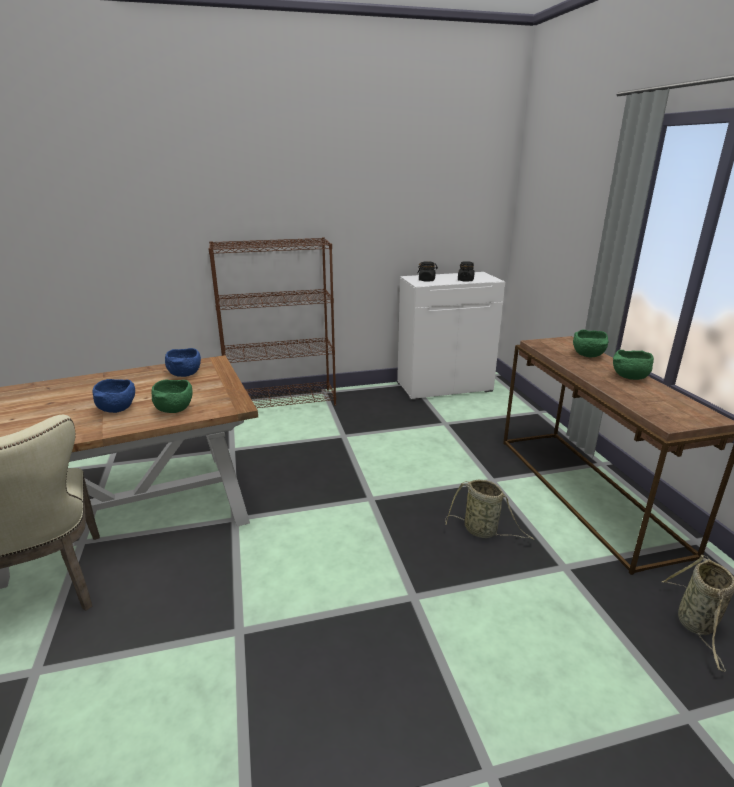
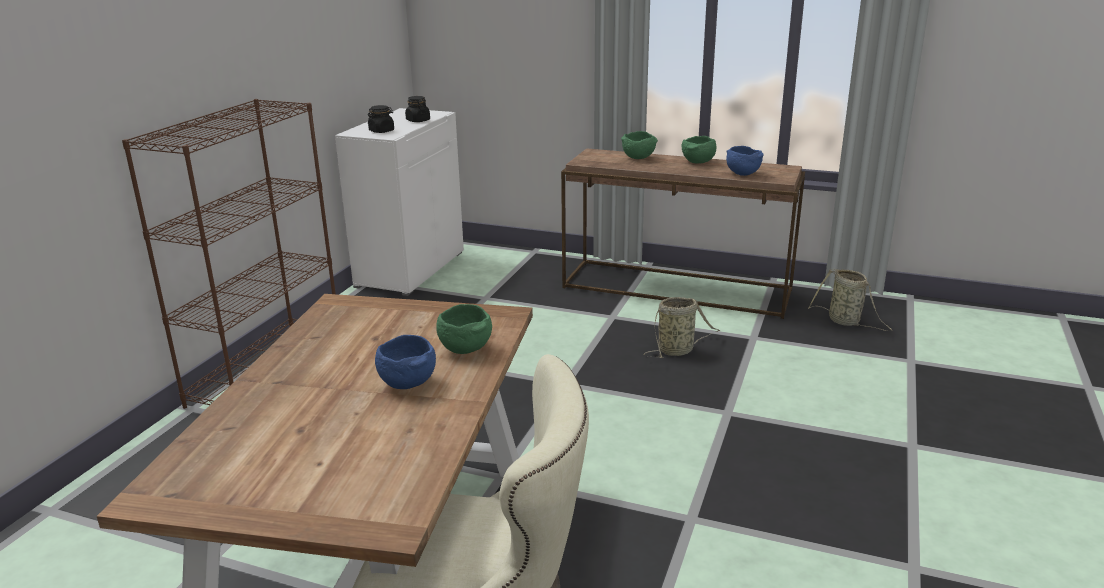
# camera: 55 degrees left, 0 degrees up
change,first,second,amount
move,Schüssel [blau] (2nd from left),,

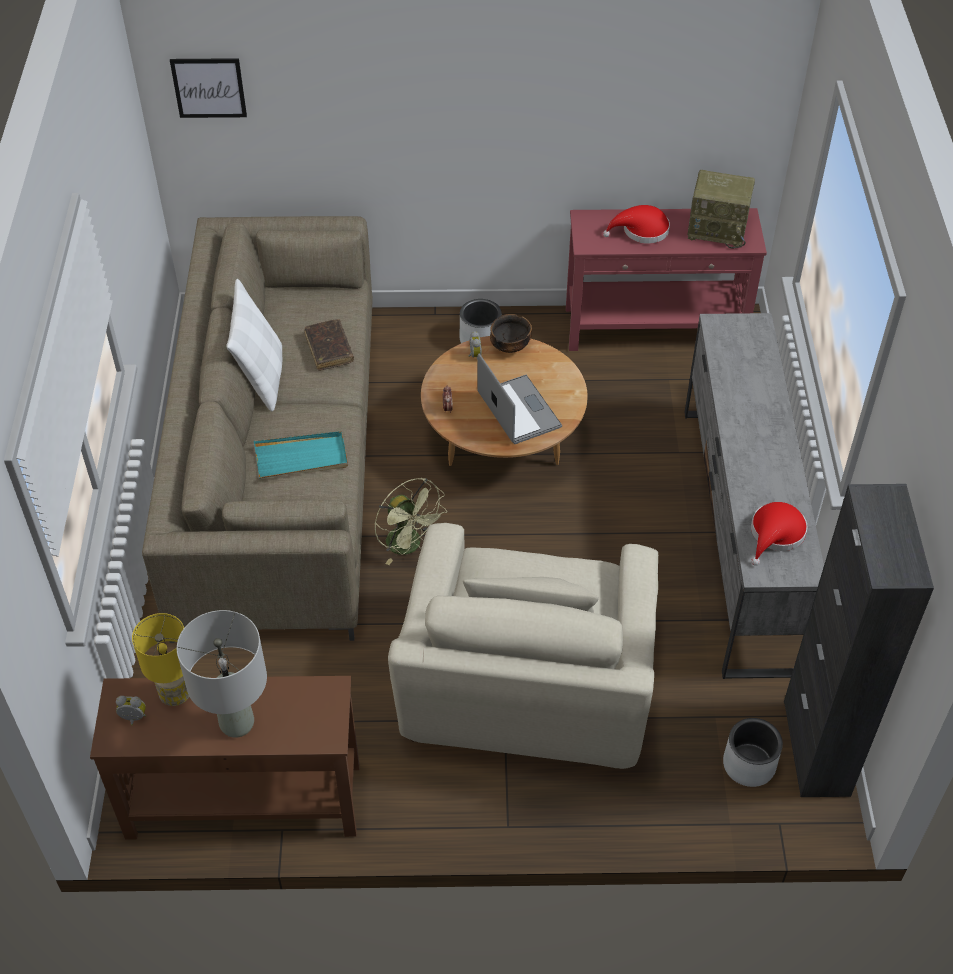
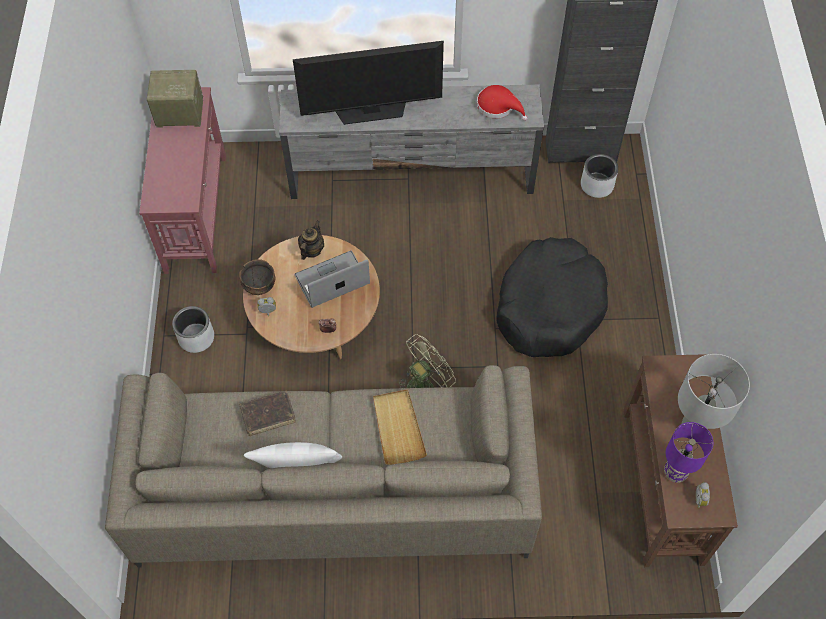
# camera: 90 degrees left, 10 degrees up
change,first,second,amount
delete,Bild,,
rotate,Radio,,105 degrees counterclockwise
delete,Hut [rot] (1st from left),,
recolor,Tablett [türkis],Tablett [beige],
replace,Sessel [beige],Hundebett [schwarz],
recolor,Tischlampe [gelb],Tischlampe [lila],
insert,,Fernseher,
insert,,Teekanne,

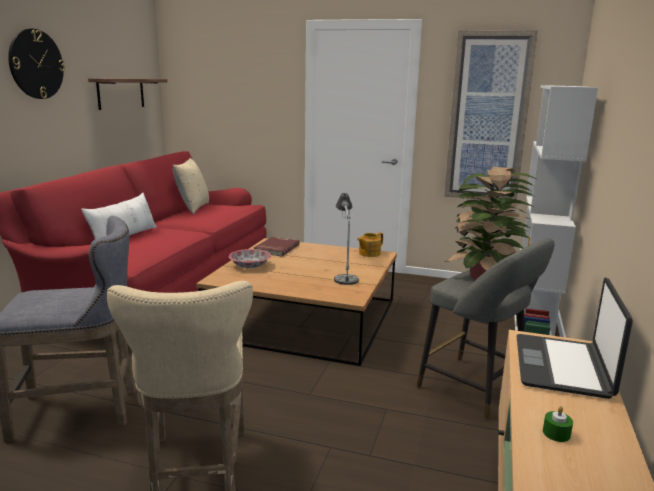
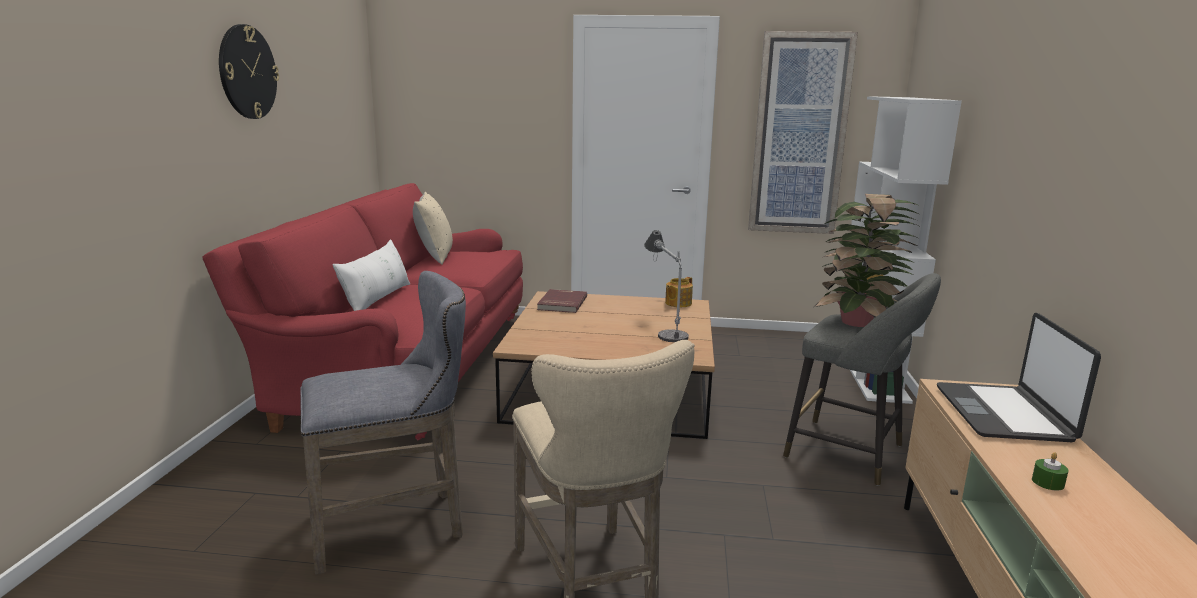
# camera: 10 degrees left, 0 degrees up
change,first,second,amount
delete,Wandregal,,
delete,Schüssel,,

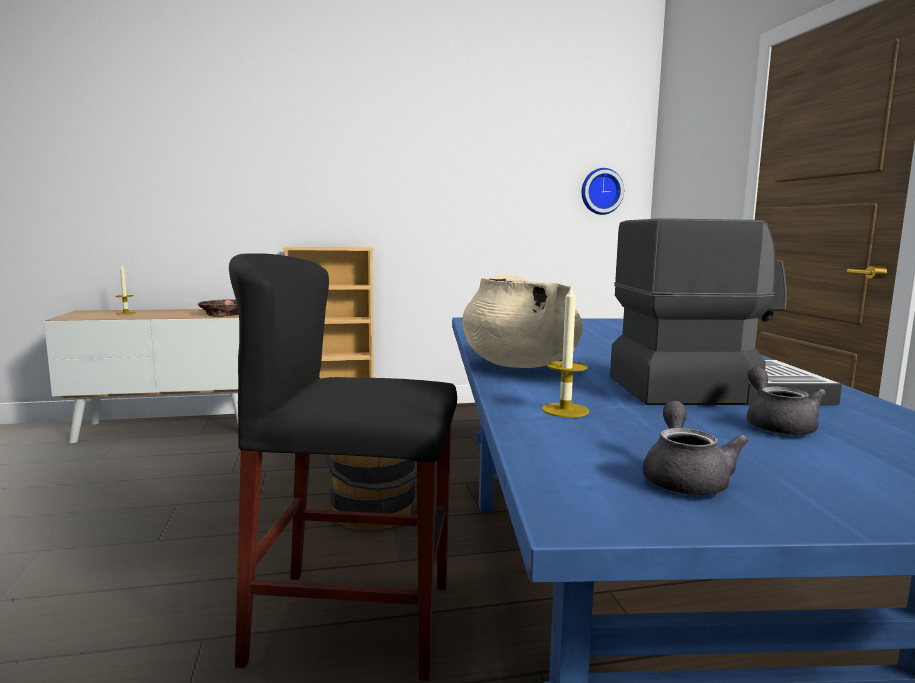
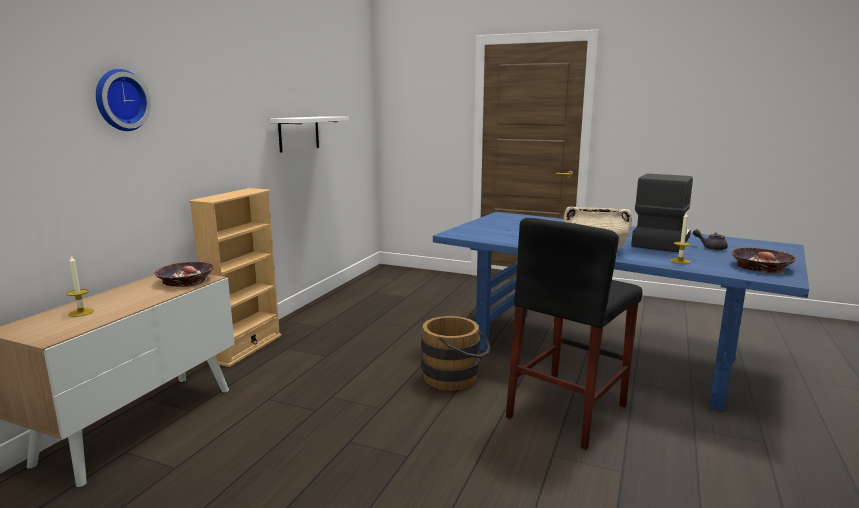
# camera: 55 degrees left, 5 degrees up
change,first,second,amount
move,Wanduhr,,
replace,Teekanne [grau] (1st from left),Schüssel (2nd from left),
insert,,Wandregal [weiß],

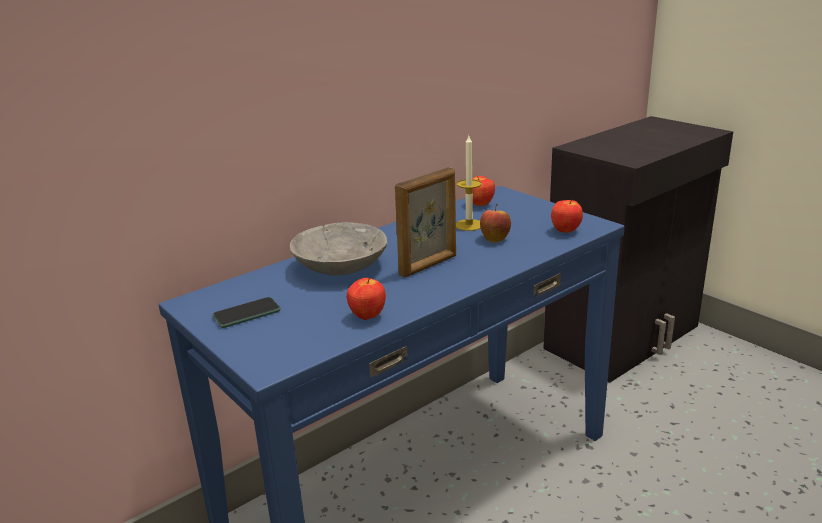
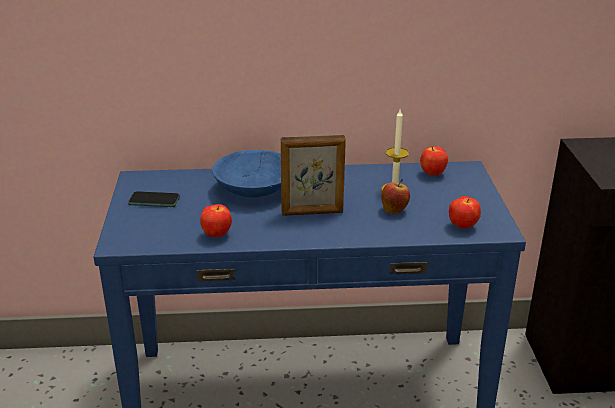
# camera: 35 degrees right, 5 degrees up
change,first,second,amount
recolor,Schüssel [grau],Schüssel [blau],

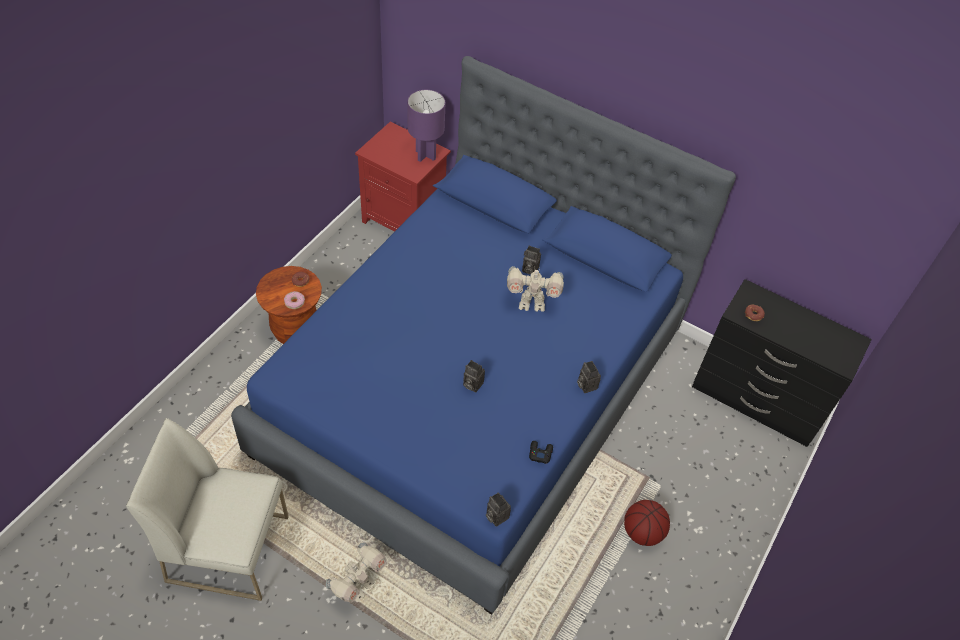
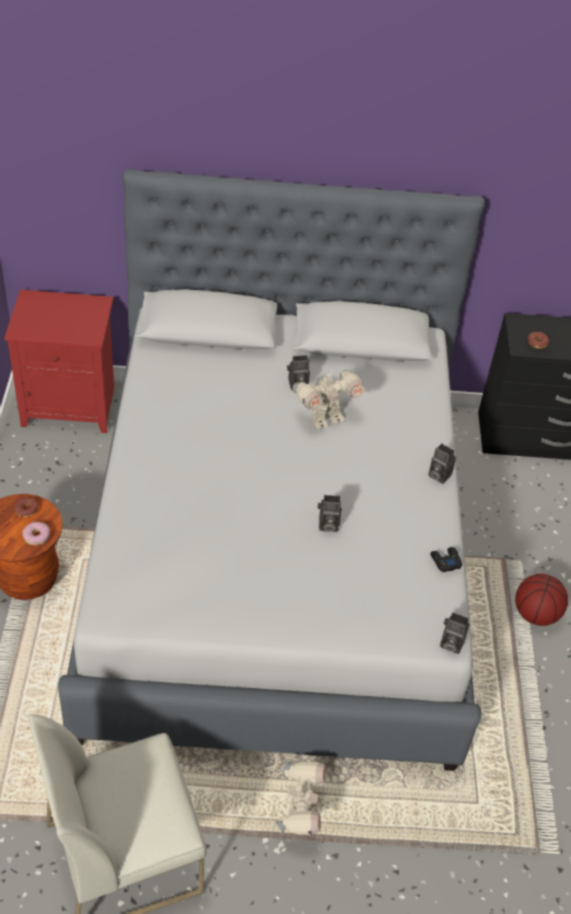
# camera: 30 degrees left, 5 degrees down
change,first,second,amount
recolor,Bett [blau],Bett [grau],
delete,Tischlampe [lila],,

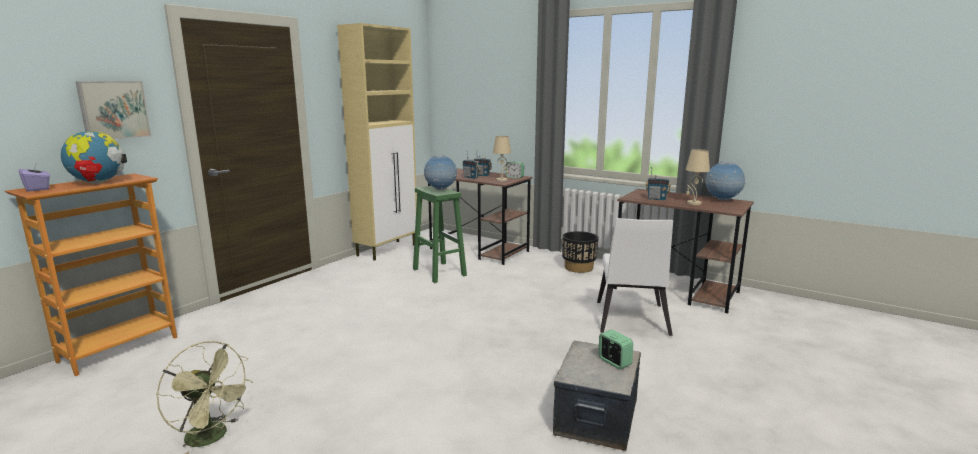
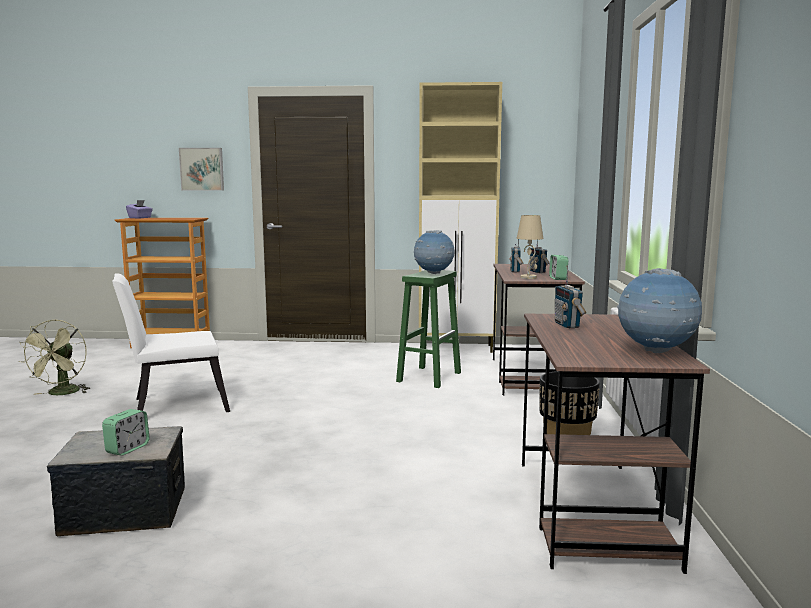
# camera: 60 degrees right, 5 degrees down
change,first,second,amount
delete,Globus (1st from left),,
delete,Tischlampe [beige] (2nd from left),,
move,Stuhl [weiß],,

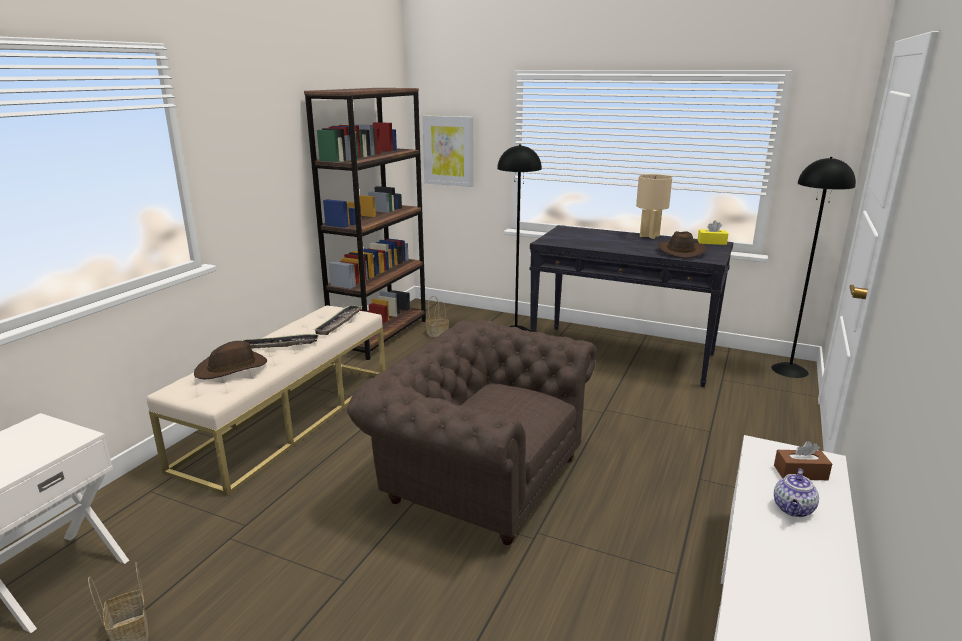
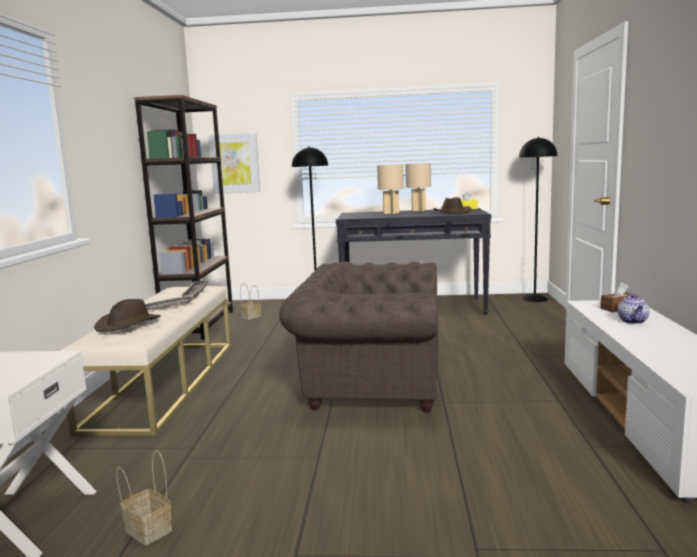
# camera: 20 degrees left, 10 degrees down
change,first,second,amount
insert,,Tischlampe [beige] (1st from left),

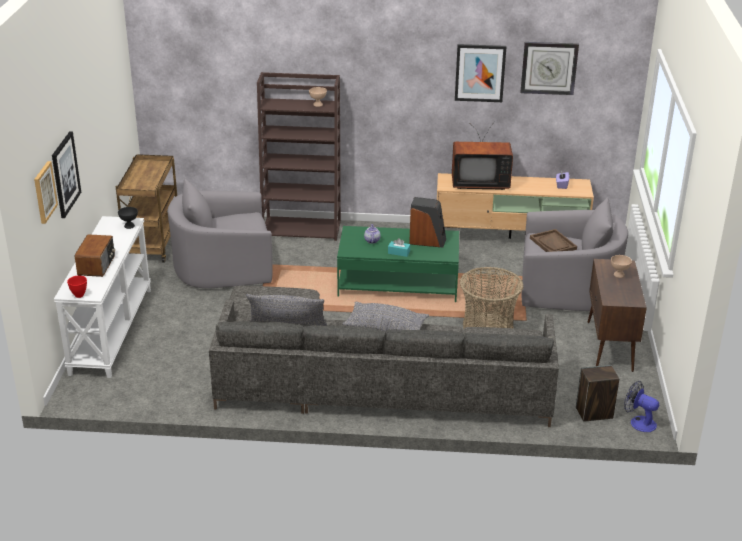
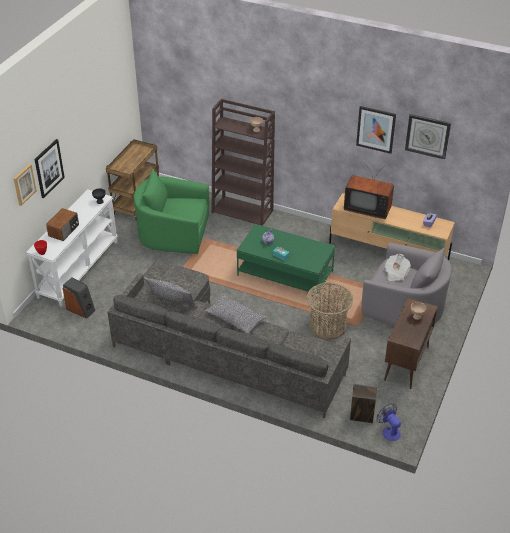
# camera: 20 degrees right, 10 degrees up
change,first,second,amount
recolor,Sessel [grau] (1st from left),Sessel [grün],
move,Lautsprecher (1st from left),,
replace,Tablett [braun],Zeitung,

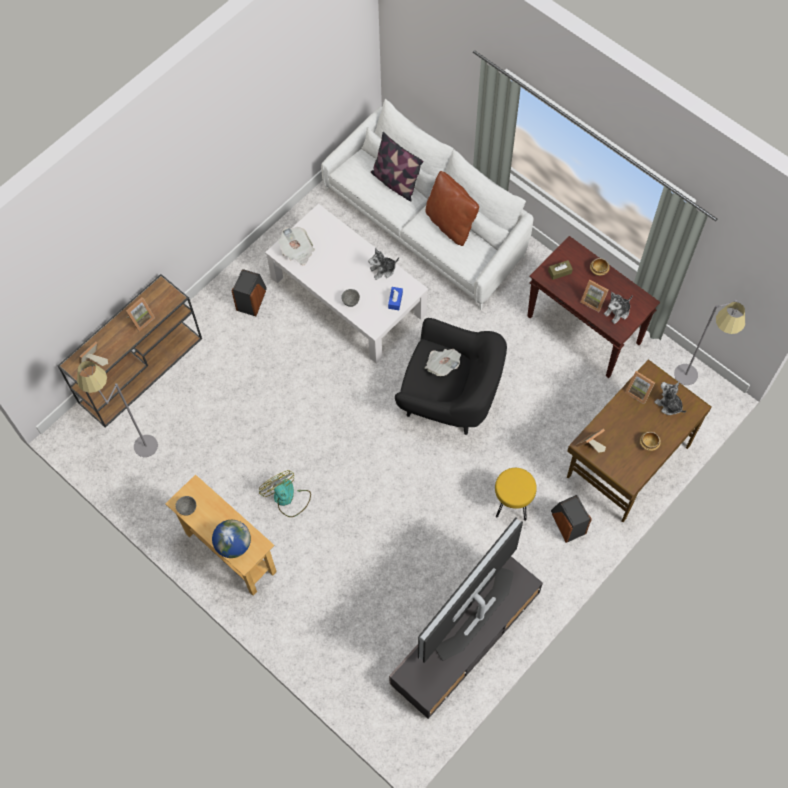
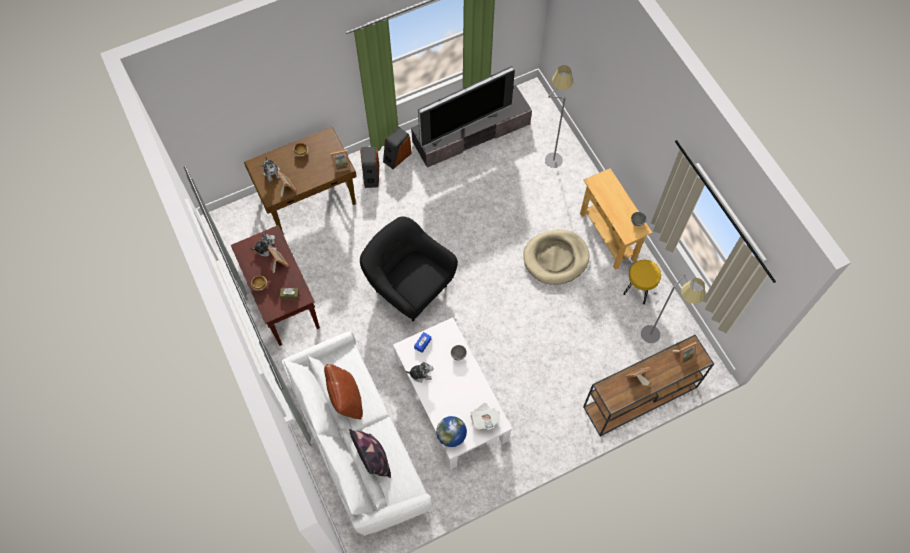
# camera: 160 degrees left, 0 degrees up
change,first,second,amount
move,Lautsprecher (1st from left in the first image),Lautsprecher (2nd from left),
move,Stehlampe [grau] (2nd from left in the first image),Stehlampe [grau] (1st from left),
delete,Zeitung (2nd from left),,
move,Hocker [gelb],,
replace,Ventilator,Hundebett [beige],
move,Globus,,

